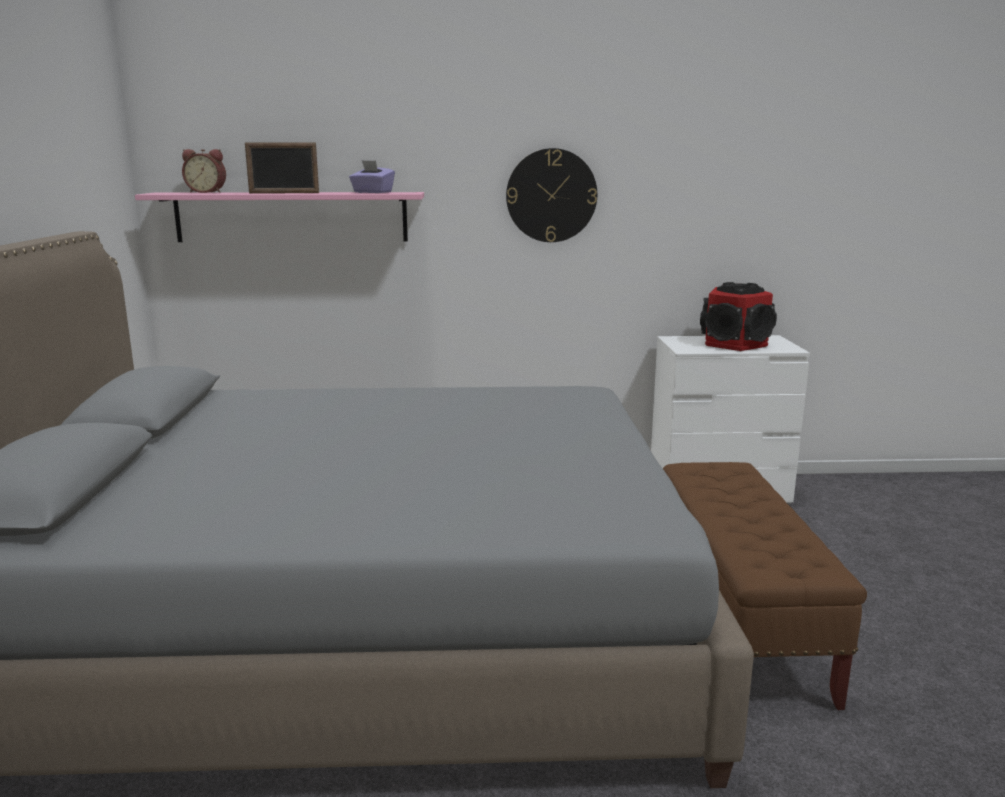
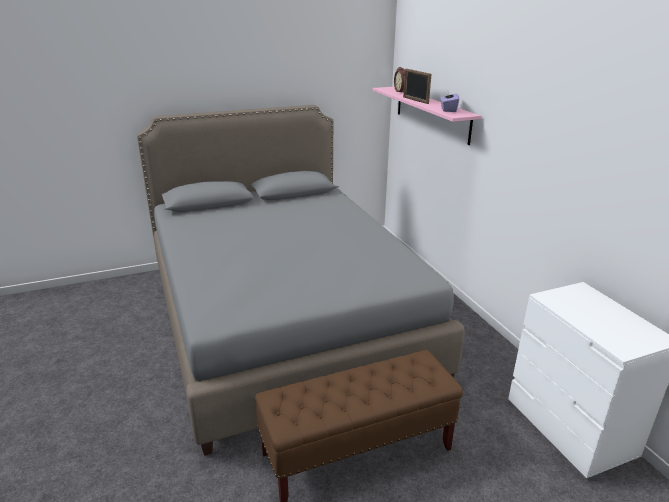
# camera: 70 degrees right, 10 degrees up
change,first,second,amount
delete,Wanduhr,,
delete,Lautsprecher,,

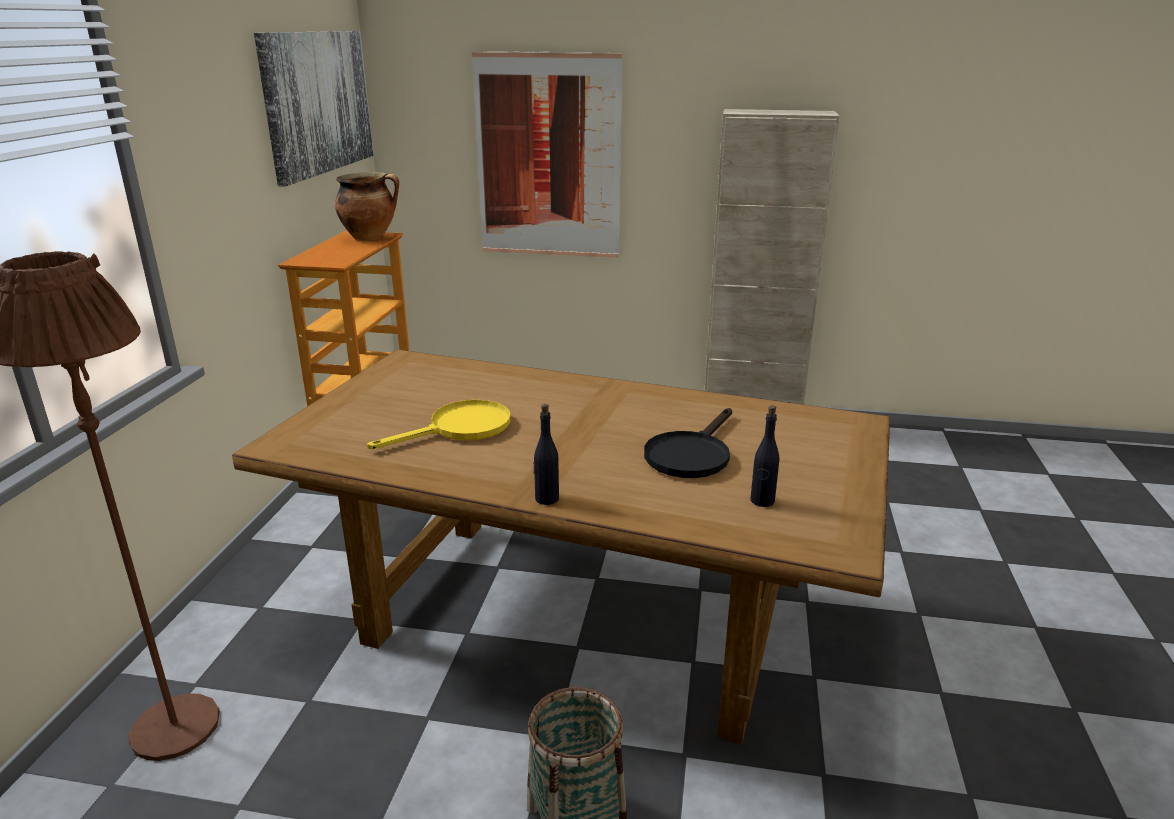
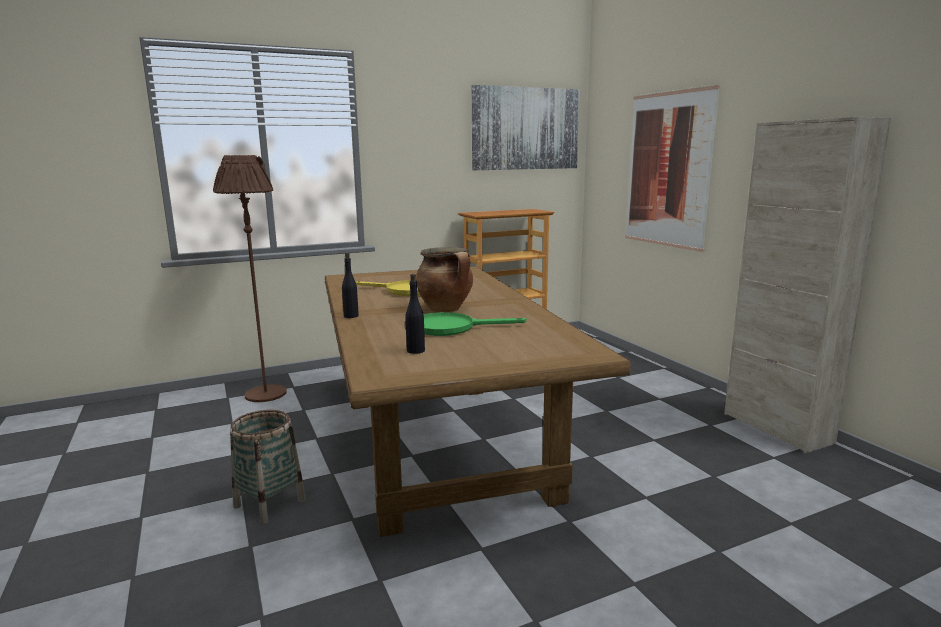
# camera: 55 degrees right, 10 degrees down
change,first,second,amount
move,Kochtopf,,
recolor,Pfanne [schwarz],Pfanne [grün],

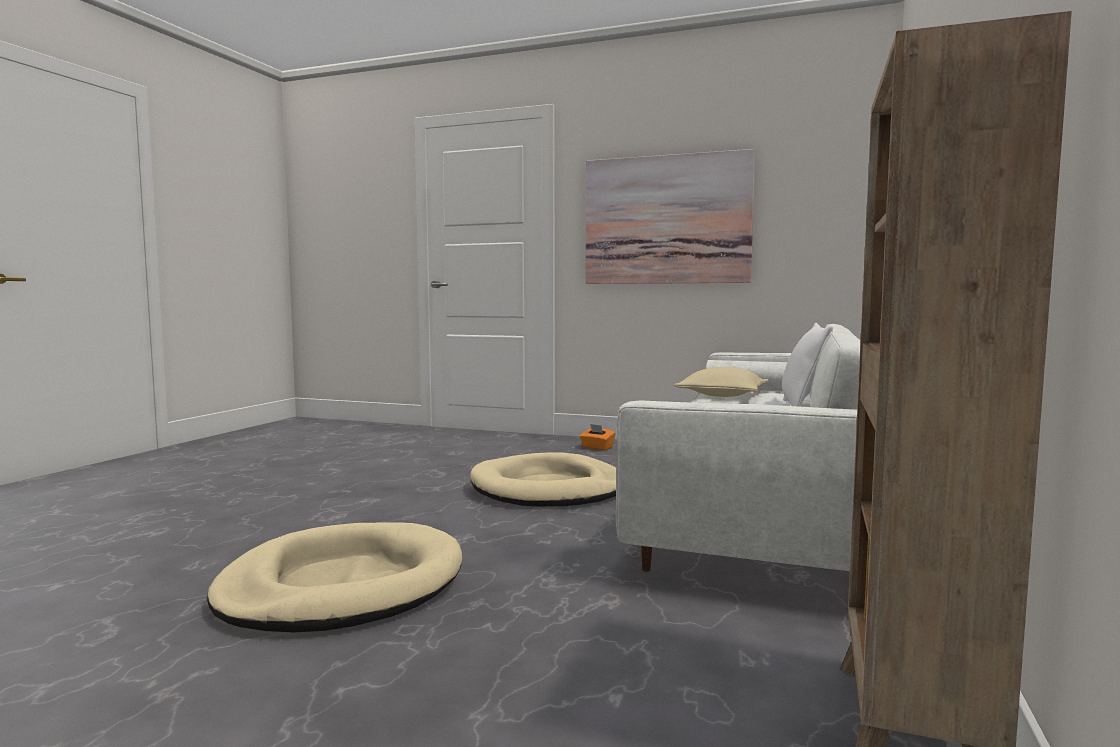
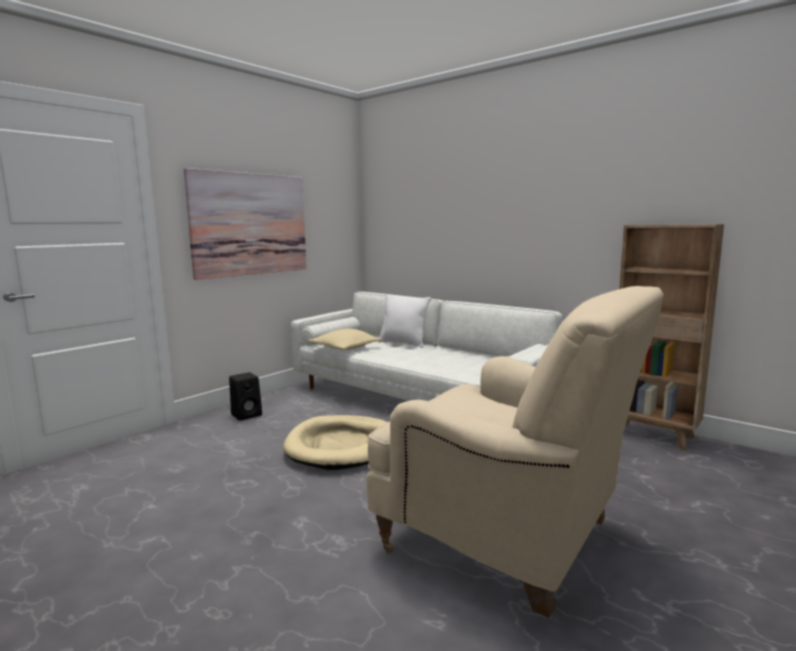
# camera: 70 degrees left, 5 degrees up
change,first,second,amount
replace,Taschentuchbox [orange],Lautsprecher [schwarz],
replace,Hundebett [beige] (1st from left),Sessel [beige],

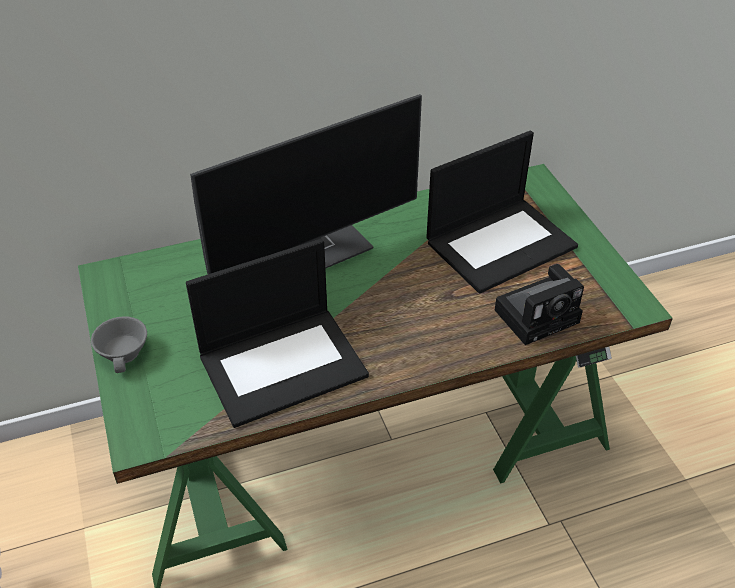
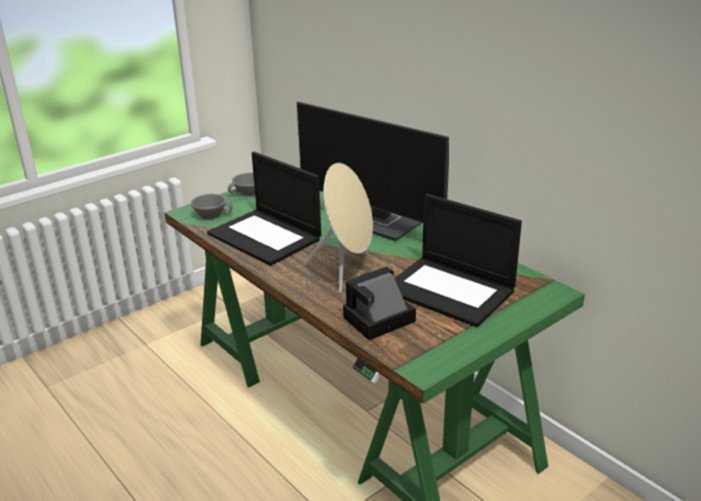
# camera: 70 degrees right, 15 degrees down
change,first,second,amount
rotate,Kamera,,105 degrees clockwise
insert,,Lautsprecher [beige],
insert,,Tasse [grau] (1st from left),

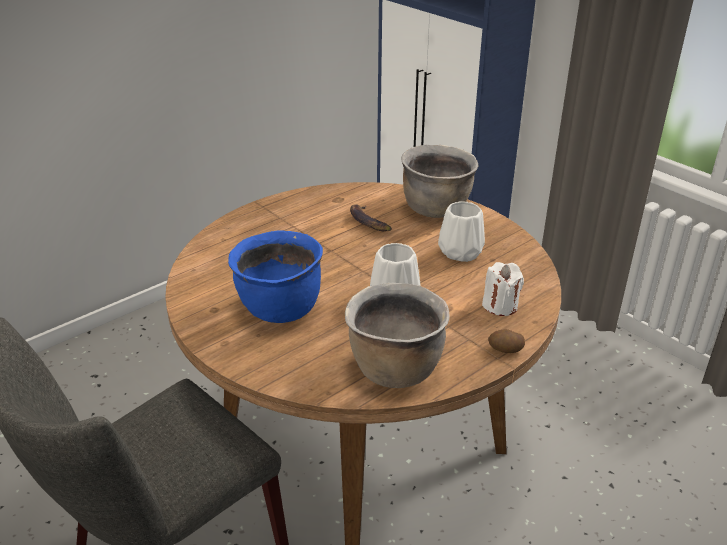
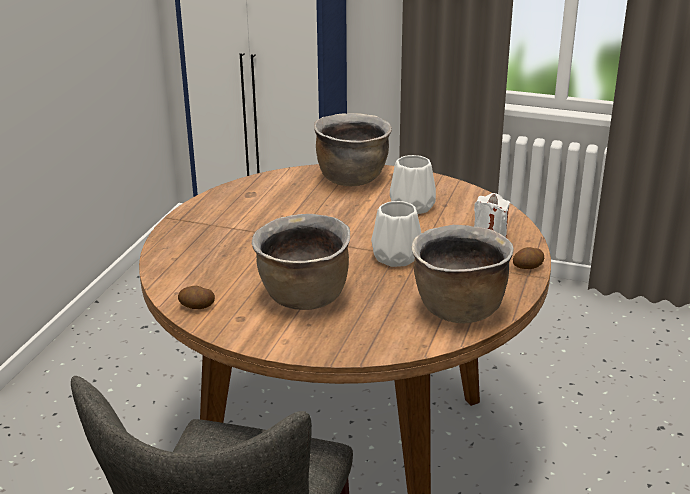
# camera: 30 degrees left, 5 degrees down
change,first,second,amount
delete,Banane,,
recolor,Kochtopf [blau],Kochtopf [braun] (1st from left),
insert,,Kartoffel (1st from left),

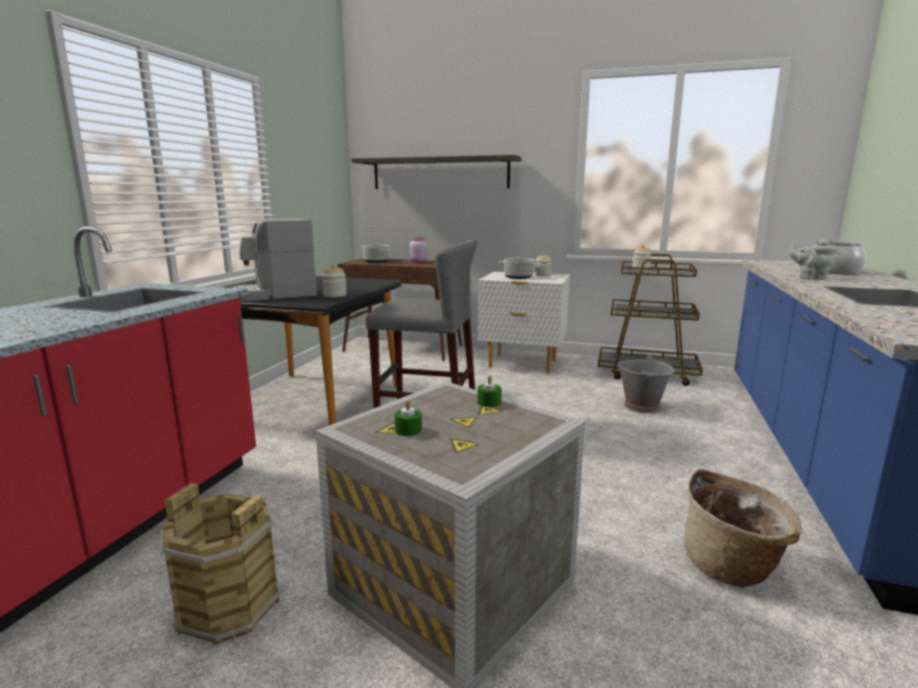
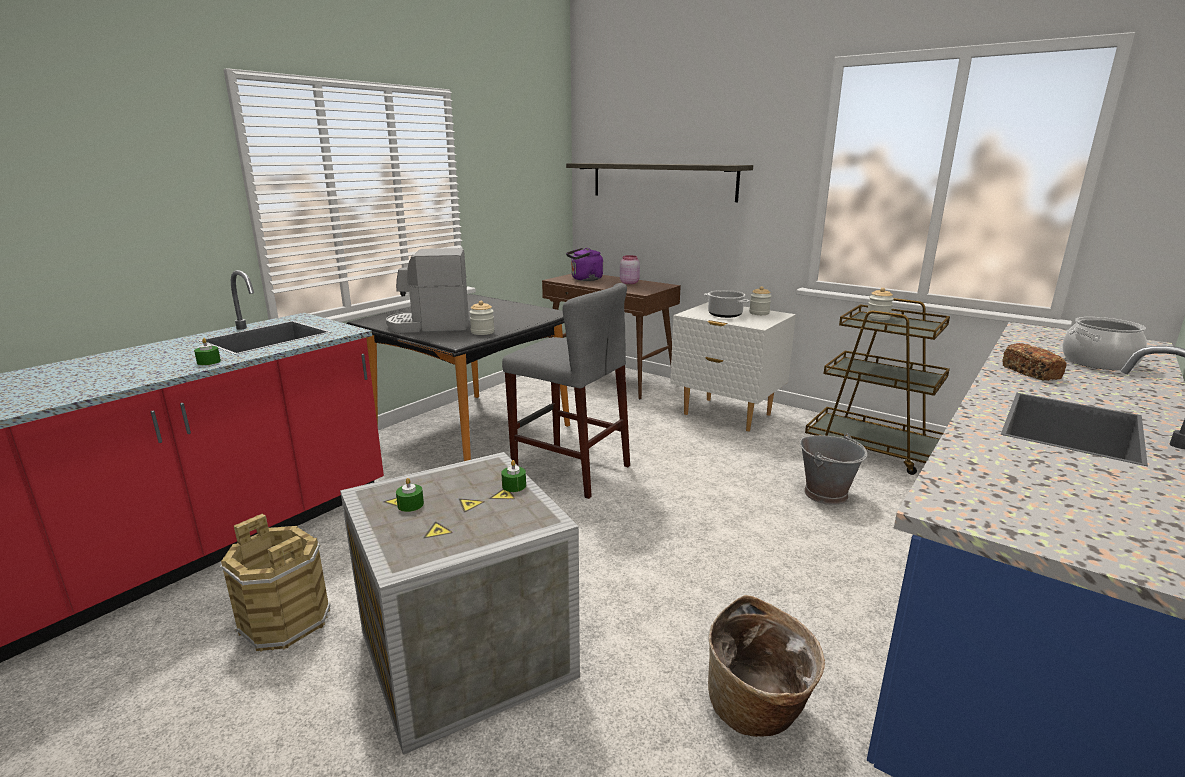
# camera: 20 degrees right, 5 degrees up
change,first,second,amount
replace,Teekanne [grau],Brot,
replace,Kochtopf (1st from left),Wasserkessel [lila],
insert,,Kerze [grün] (1st from left),

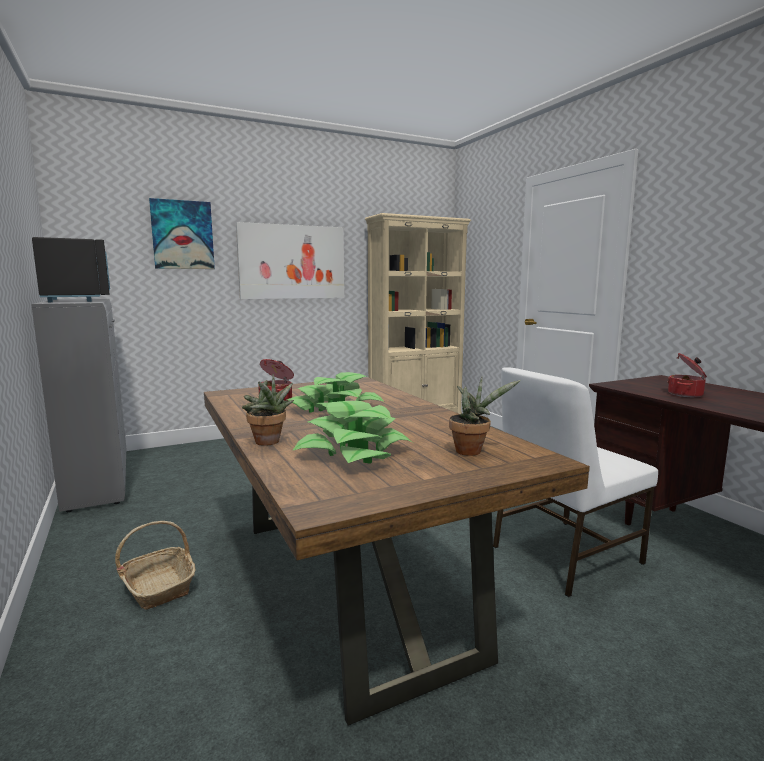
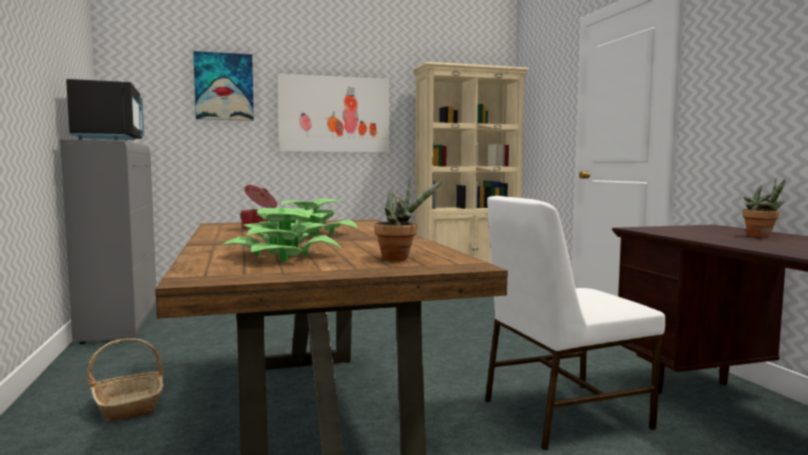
# camera: 10 degrees right, 5 degrees down
change,first,second,amount
delete,Kochtopf (2nd from left),,
move,Topfpflanze (1st from left in the first image),Topfpflanze (4th from left),

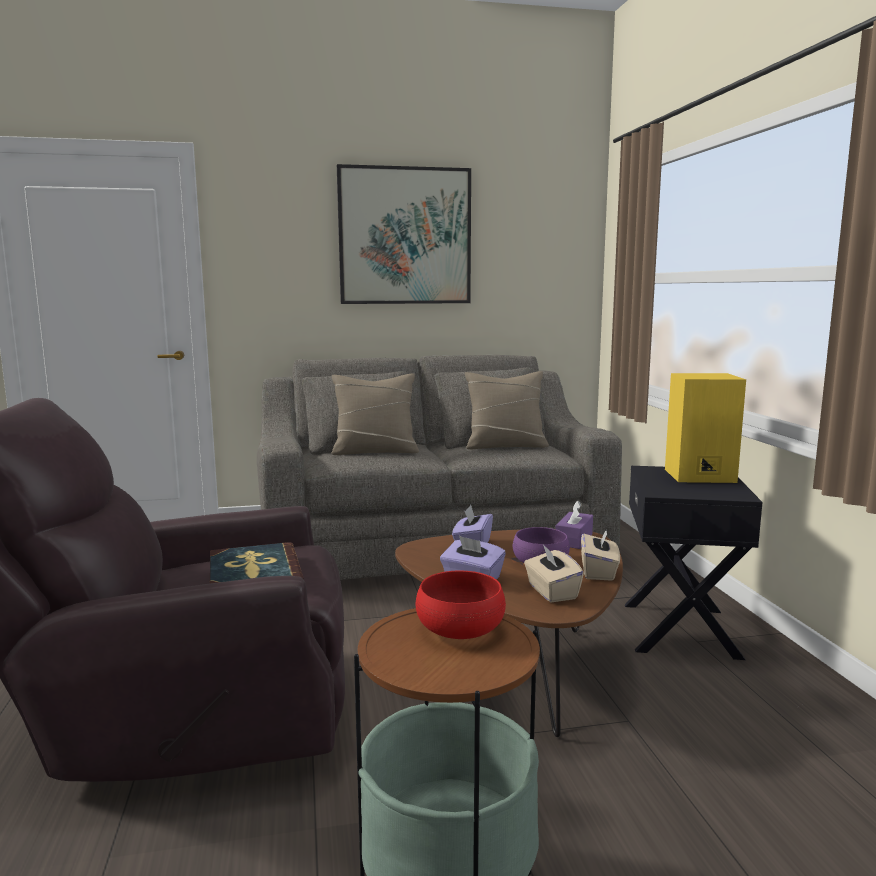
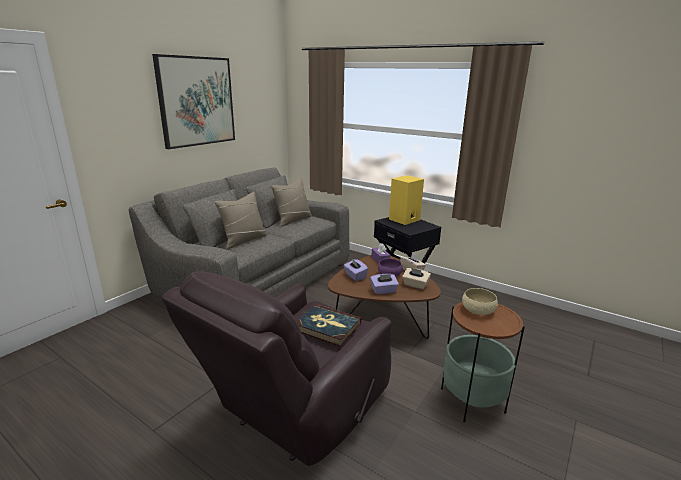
# camera: 45 degrees left, 10 degrees up
change,first,second,amount
recolor,Schüssel [rot],Schüssel [beige],

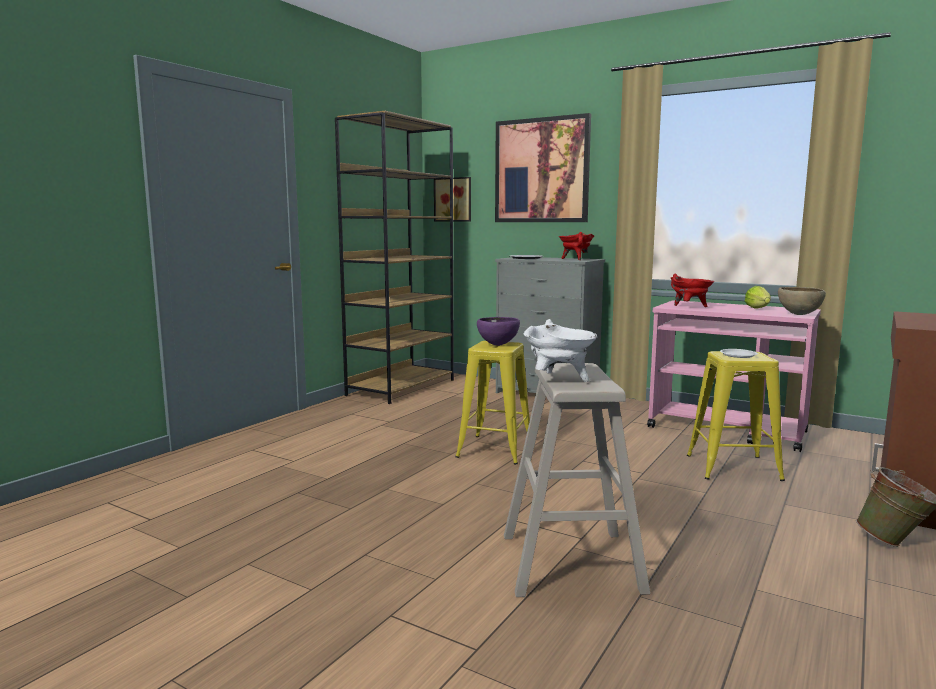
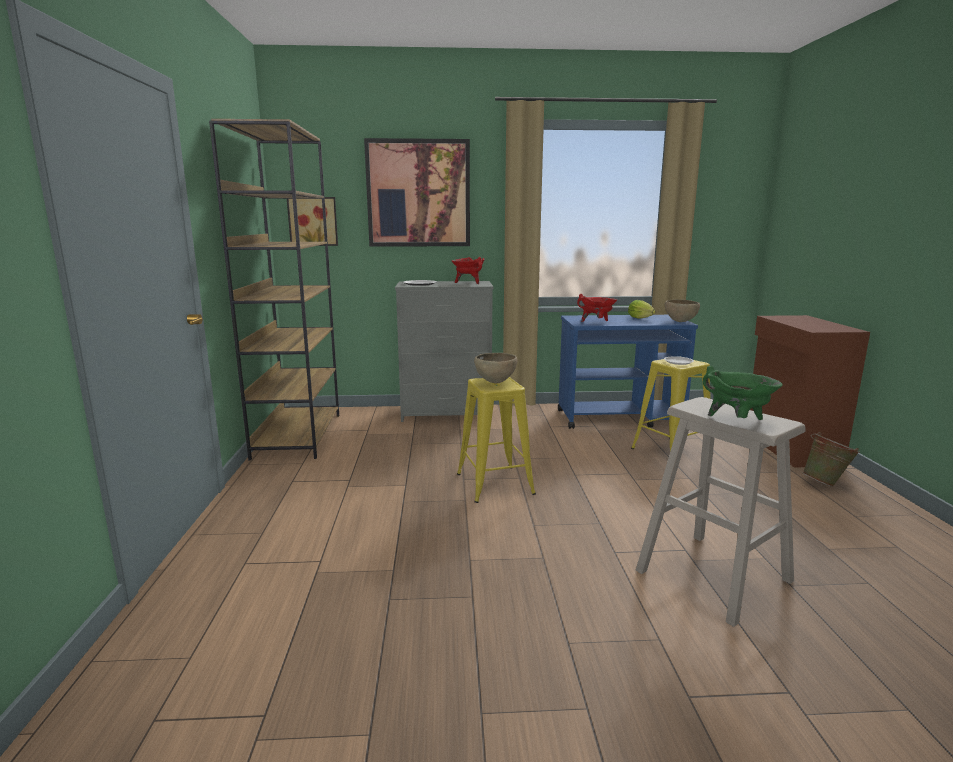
# camera: 35 degrees left, 5 degrees up
change,first,second,amount
recolor,Rollwagen [rosa],Rollwagen [blau],
recolor,Schüssel [lila],Schüssel [braun] (1st from left),
recolor,Kochtopf [weiß],Kochtopf [grün],

